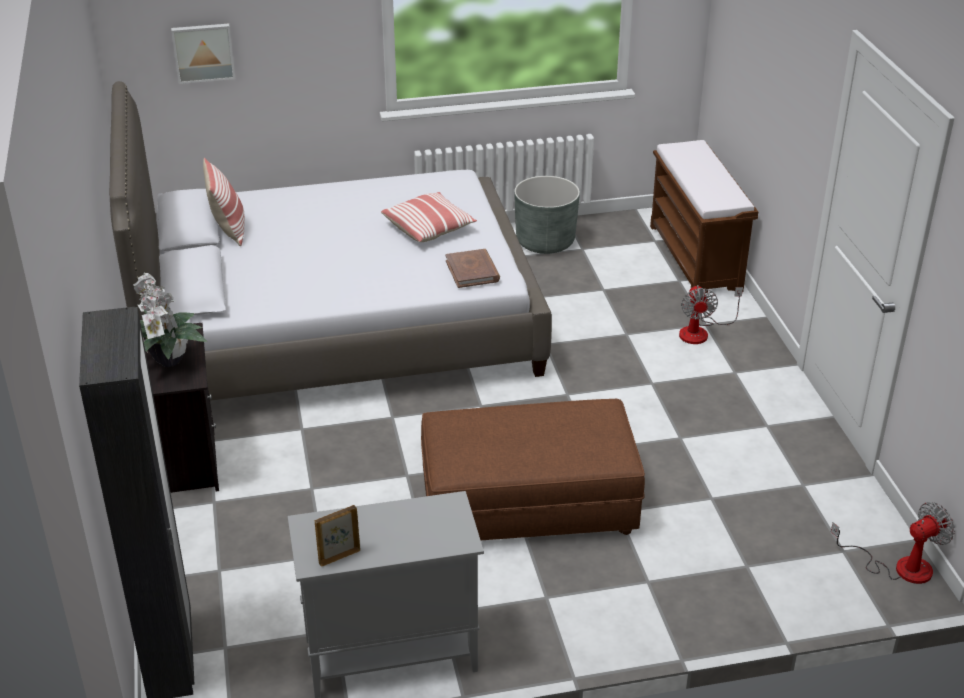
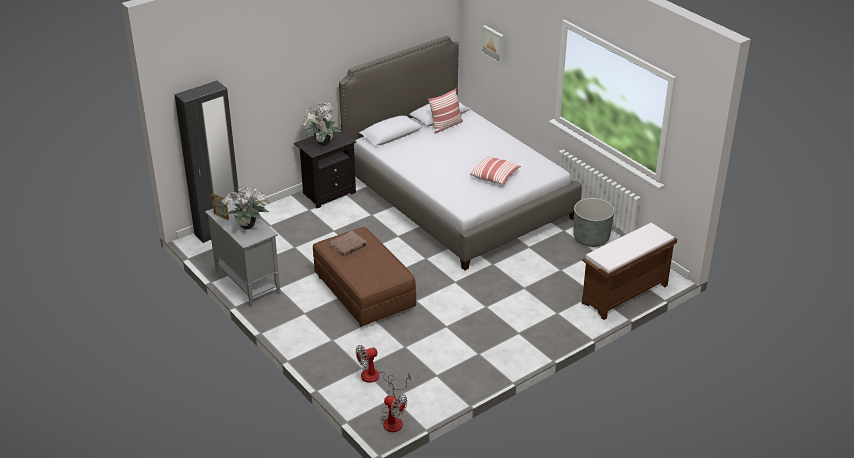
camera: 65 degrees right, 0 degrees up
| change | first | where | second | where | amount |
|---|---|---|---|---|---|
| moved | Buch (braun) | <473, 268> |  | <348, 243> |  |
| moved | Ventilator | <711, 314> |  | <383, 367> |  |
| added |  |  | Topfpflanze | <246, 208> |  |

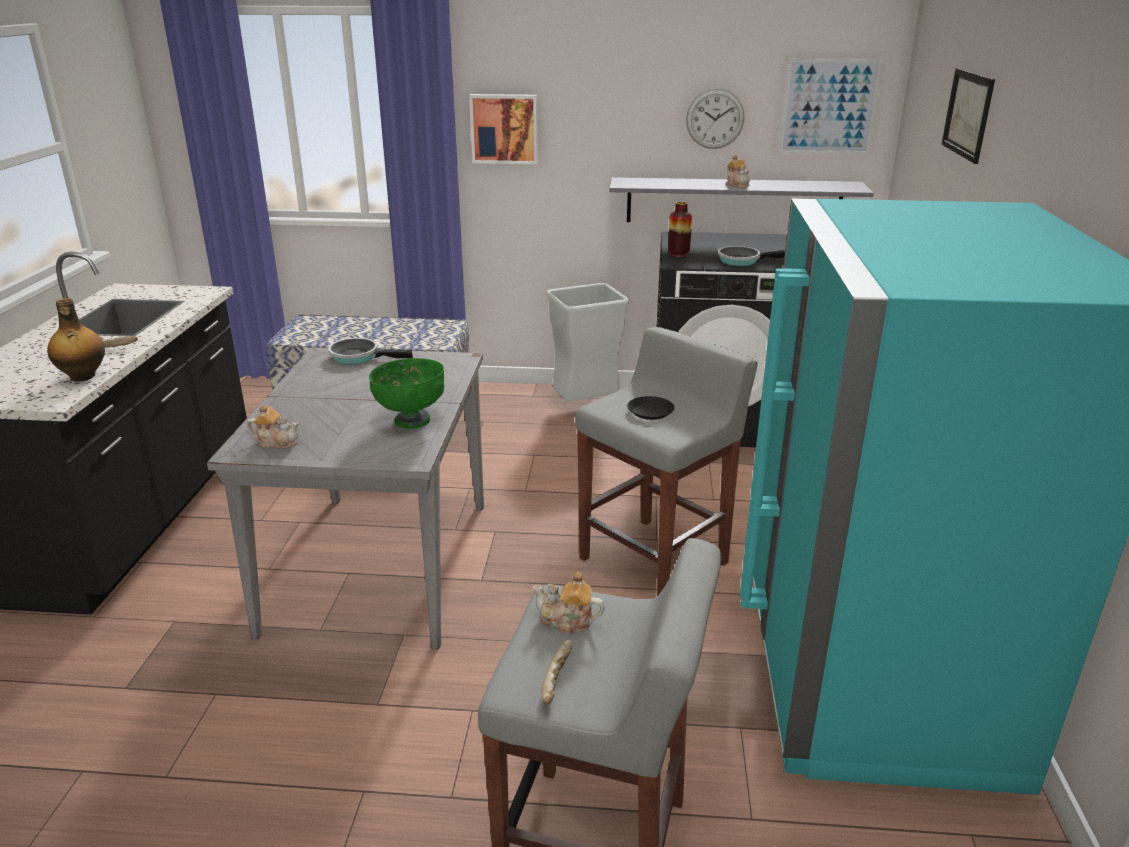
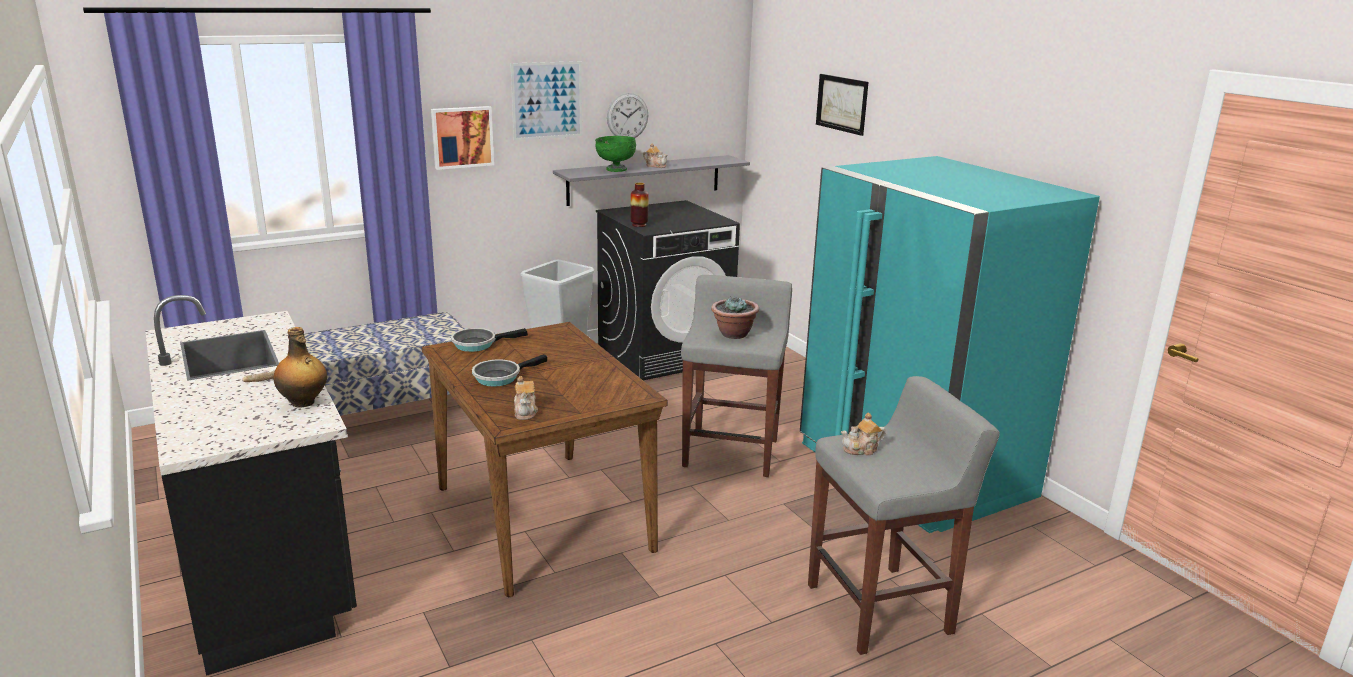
camera: 35 degrees left, 5 degrees down
| change | first | where | second | where | amount |
|---|---|---|---|---|---|
| recoloured | Esstisch (grau) | <345, 498> | Esstisch (braun) | <545, 459> |  |
| turned | Teekanne | <273, 427> |  | <526, 398> | 105 degrees clockwise |
| moved | Schüssel (grün) | <406, 393> |  | <615, 154> |  |
| removed | Brot | <557, 672> |  |  |  |
| replaced | Teller (schwarz) | <651, 408> | Topfpflanze | <735, 318> |  |
| moved | Pfanne | <751, 256> |  | <509, 370> |  |
| moved | Bild | <831, 106> |  | <546, 101> |  |

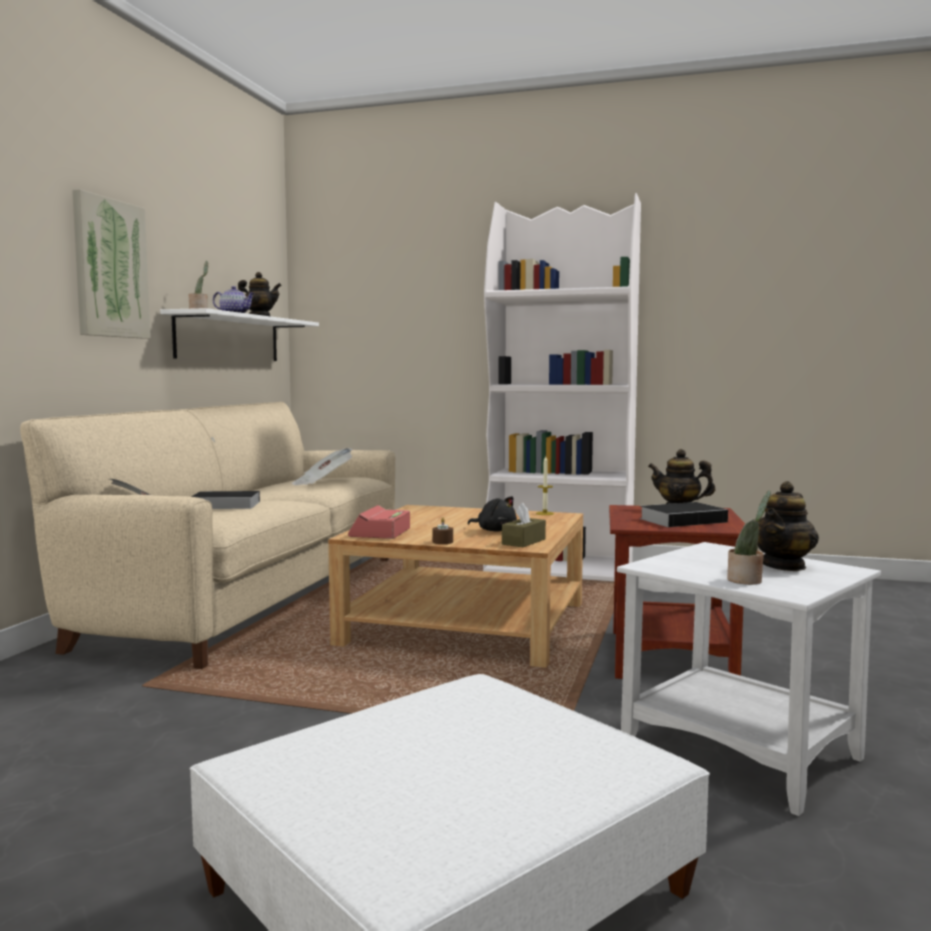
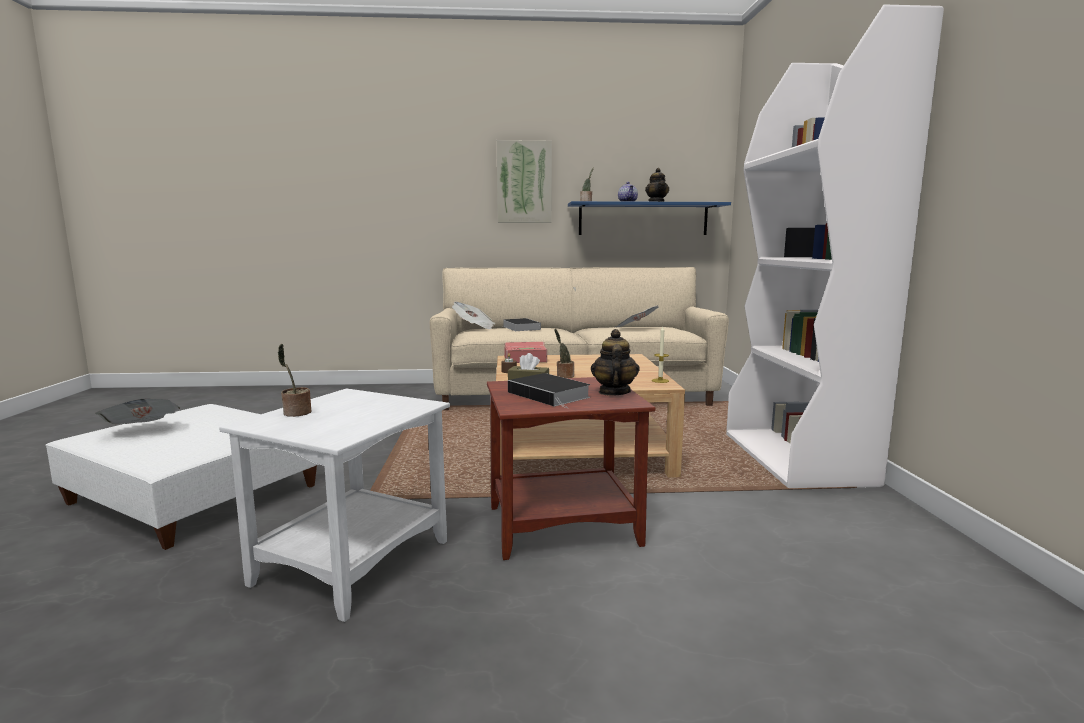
camera: 70 degrees right, 5 degrees up
| change | first | where | second | where | amount |
|---|---|---|---|---|---|
| recoloured | Wandregal (weiß) | <239, 334> | Wandregal (blau) | <649, 218> |  |
| replaced | Plüschtier (schwarz) | <492, 514> | Topfpflanze | <564, 353> |  |
| removed | Teekanne | <788, 526> |  |  |  |
| added |  |  | Zeitung | <137, 411> |  |

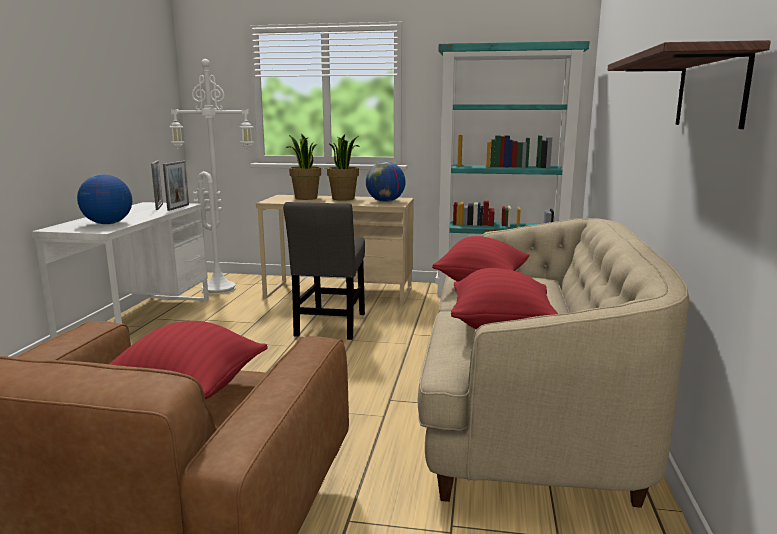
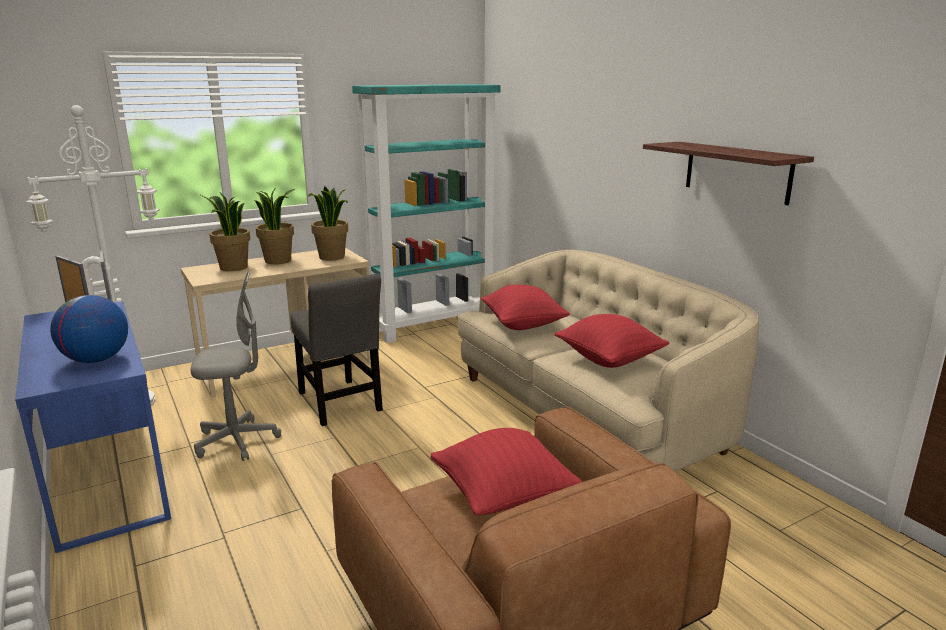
camera: 40 degrees left, 5 degrees up
| change | first | where | second | where | amount |
|---|---|---|---|---|---|
| recoloured | Schreibtisch (weiß) | <120, 270> | Schreibtisch (blau) | <93, 427> |  |
| replaced | Globus | <386, 182> | Topfpflanze | <328, 223> |  |
| added |  |  | Bürostuhl (grau) | <236, 366> |  |

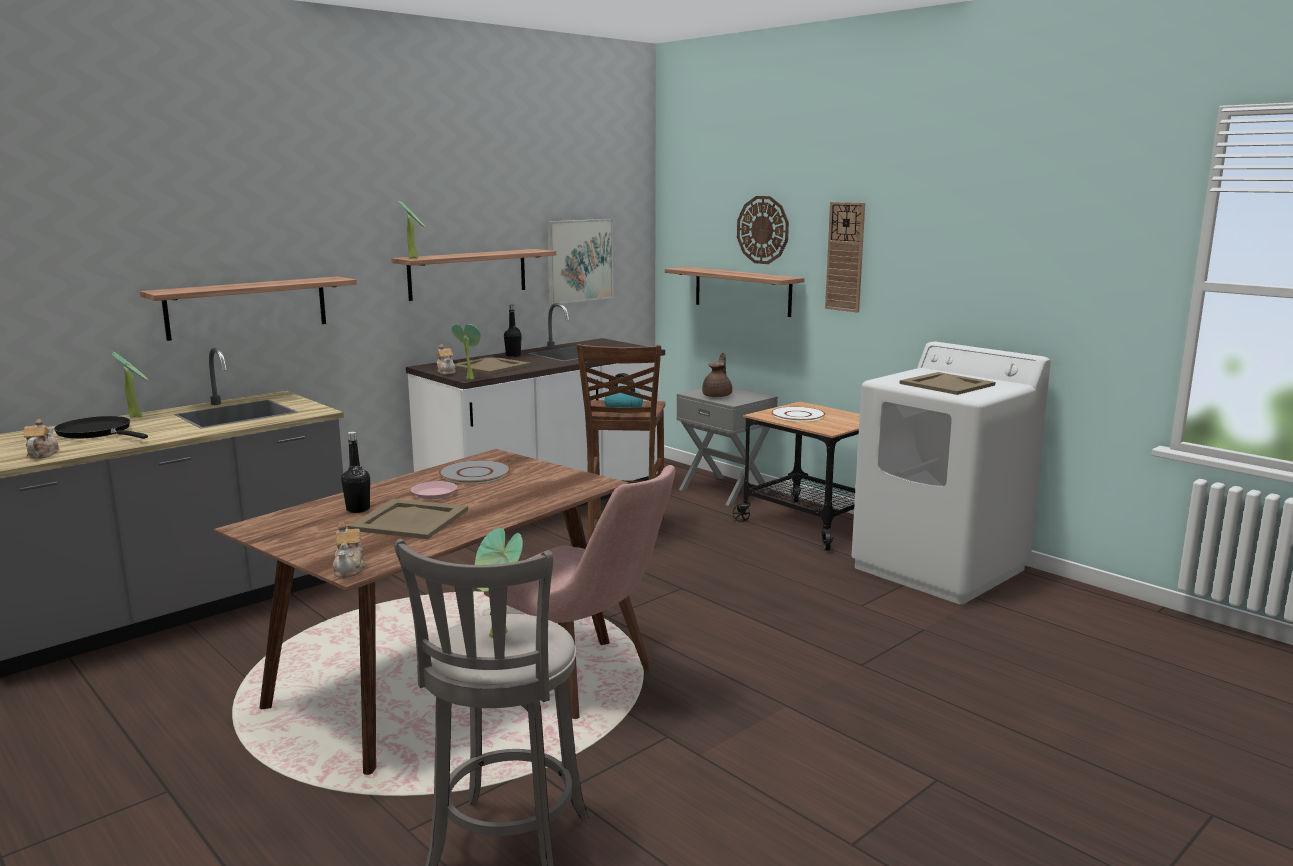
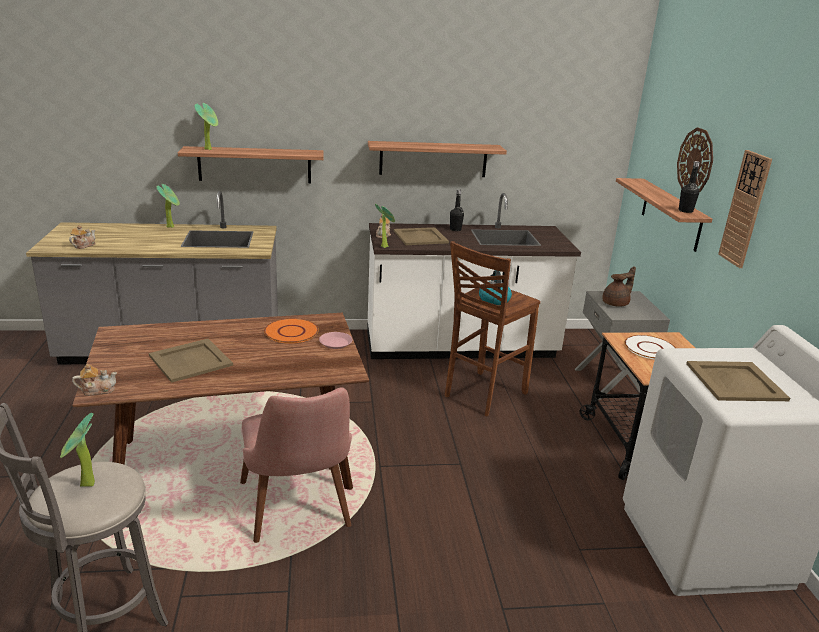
camera: 35 degrees right, 10 degrees up
| change | first | where | second | where | amount |
|---|---|---|---|---|---|
| removed | Pfanne (schwarz) | <101, 427> |  |  |  |
| turned | Teekanne | <349, 550> |  | <94, 380> | 135 degrees counterclockwise |
| moved | Flasche (schwarz) | <355, 472> |  | <689, 187> |  |
| moved | Topfpflanze | <412, 229> |  | <206, 126> |  |
| moved | Teller (rosa) | <434, 490> |  | <335, 340> |  |
| recoloured | Teller (grau) | <475, 472> | Teller (orange) | <291, 331> |  |
| removed | Bild | <580, 262> |  |  |  |

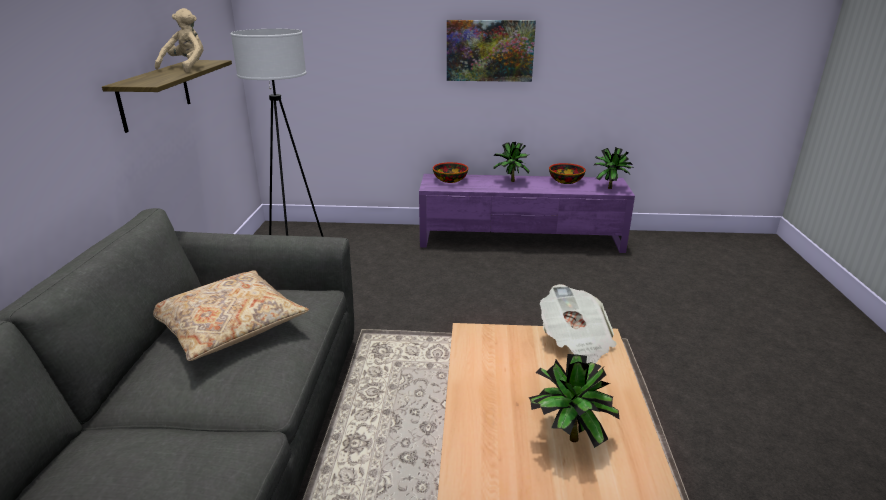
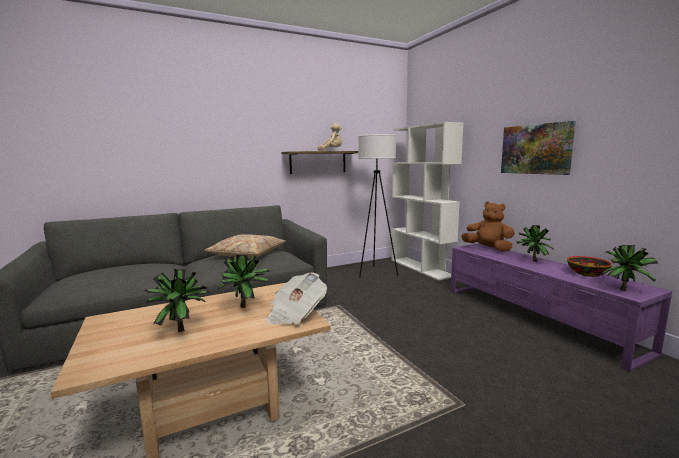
camera: 60 degrees right, 15 degrees down
| change | first | where | second | where | amount |
|---|---|---|---|---|---|
| replaced | Schüssel | <450, 172> | Plüschtier (braun) | <488, 227> |  |
| added |  |  | Topfpflanze | <243, 281> |  |
| added |  |  | Bücherregal (weiß) | <427, 201> |  |

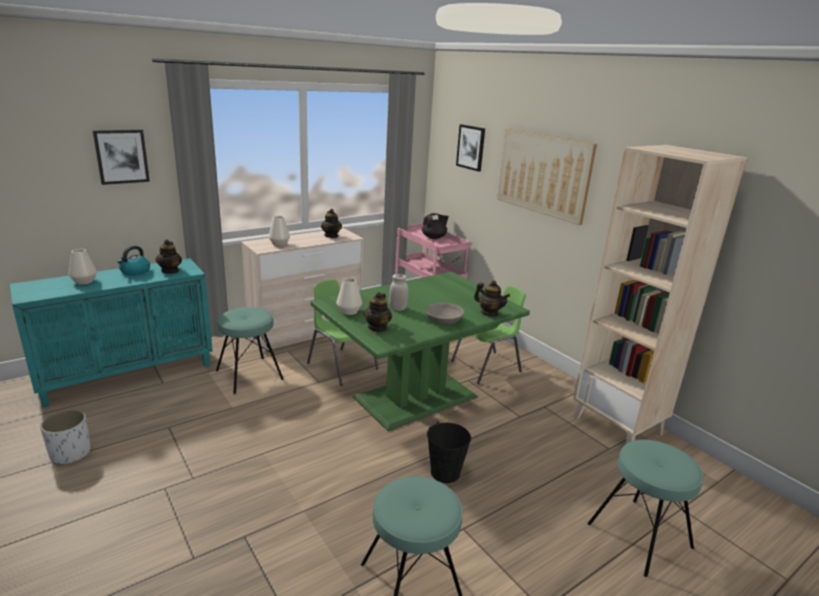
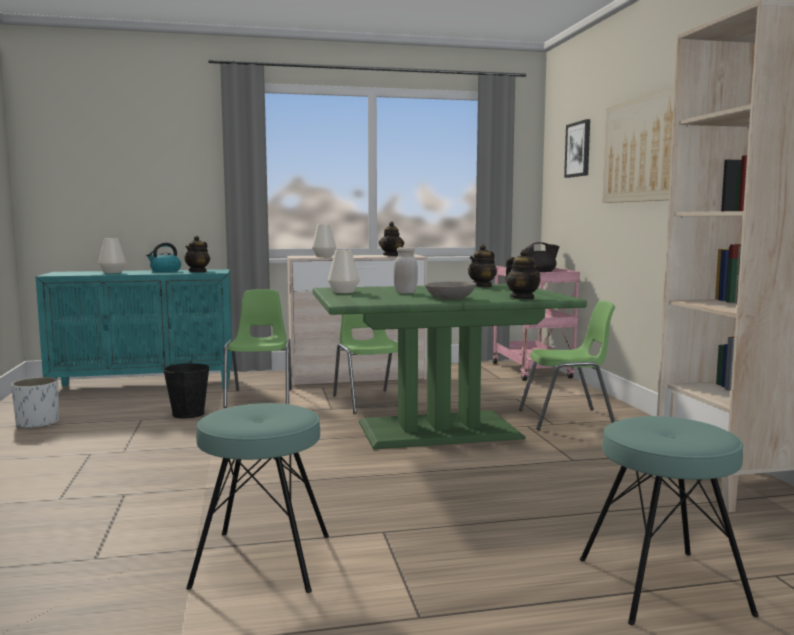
camera: 25 degrees right, 15 degrees down
| change | first | where | second | where | amount |
|---|---|---|---|---|---|
| removed | Bild | <121, 157> |  |  |  |
| replaced | Hocker (türkis) | <249, 350> | Stuhl (grün) | <257, 348> |  |
| moved | Teekanne | <378, 312> |  | <482, 265> |  |
| moved | Eimer (schwarz) | <449, 452> |  | <186, 390> |  |

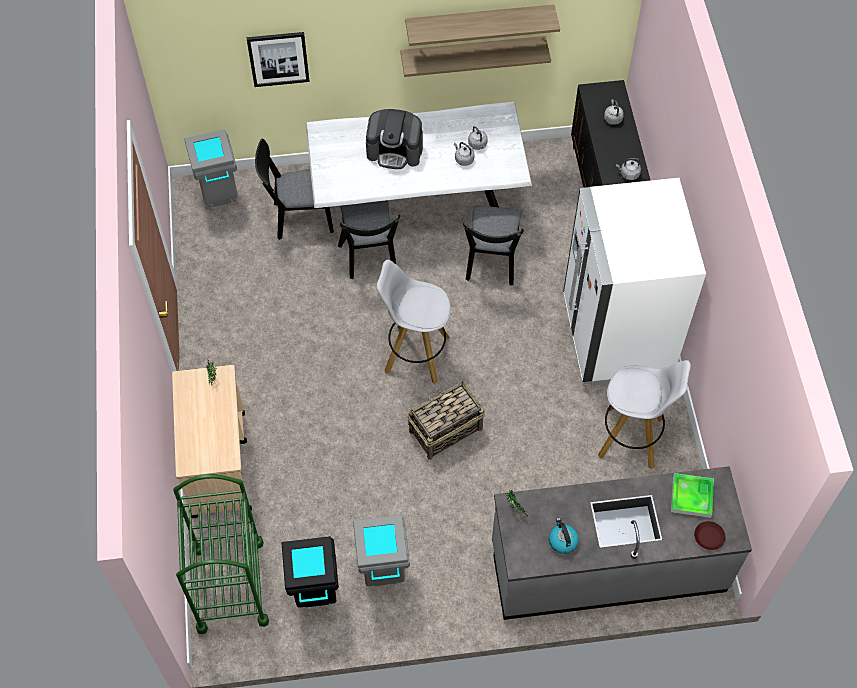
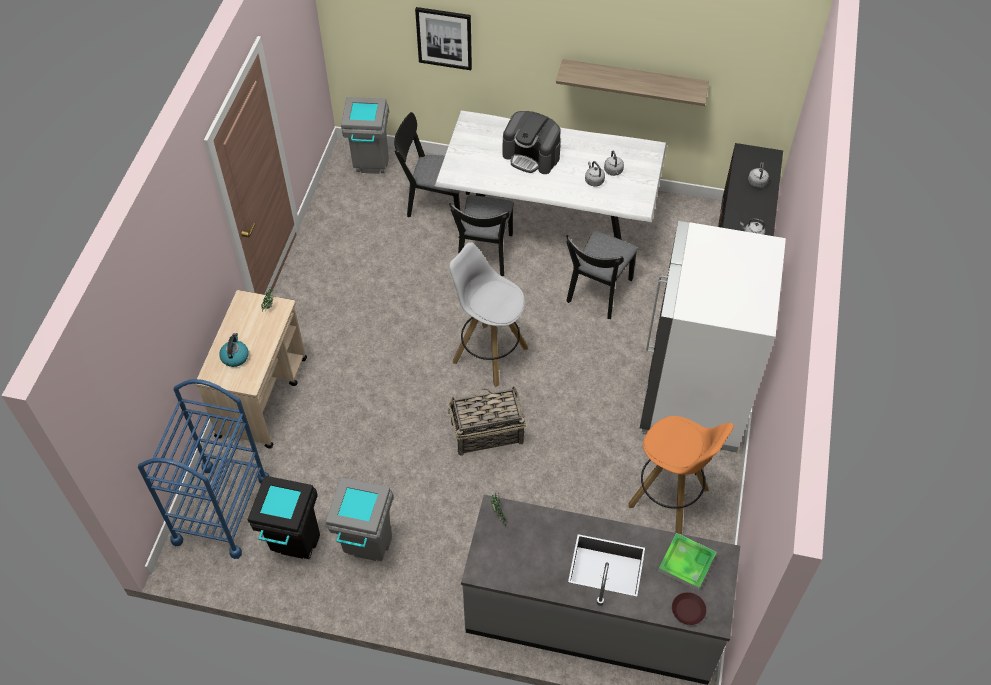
camera: 20 degrees right, 5 degrees down
| change | first | where | second | where | amount |
|---|---|---|---|---|---|
| recoloured | Rollwagen (grün) | <221, 554> | Rollwagen (blau) | <203, 469> |  |
| removed | Wandregal | <482, 25> |  |  |  |
| moved | Wasserkessel | <564, 536> |  | <234, 350> |  |
| recoloured | Hocker (weiß) | <644, 415> | Hocker (orange) | <681, 475> |  |

